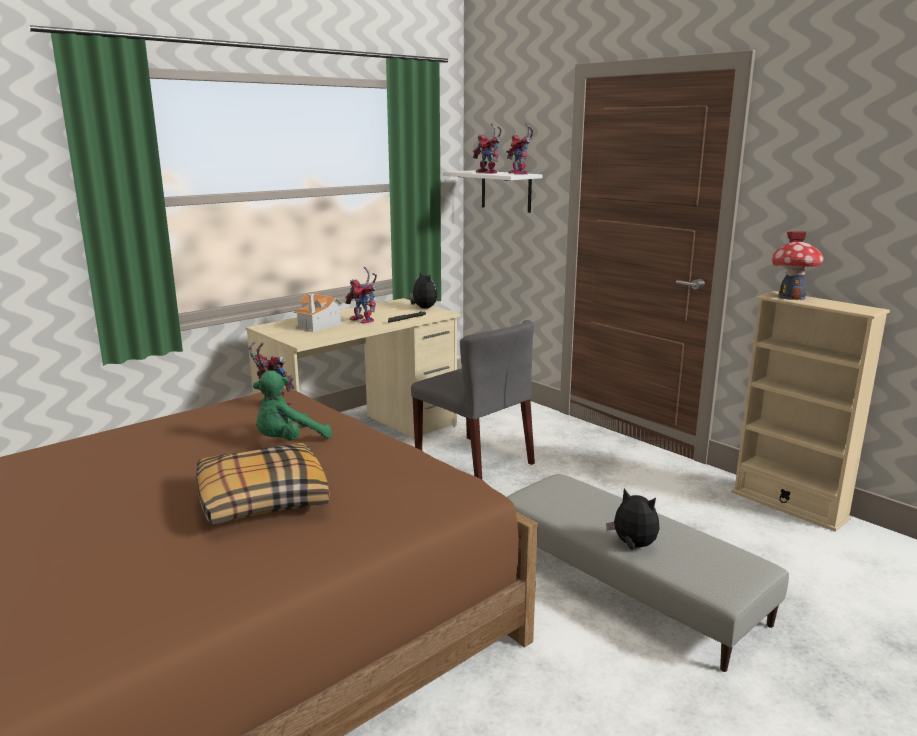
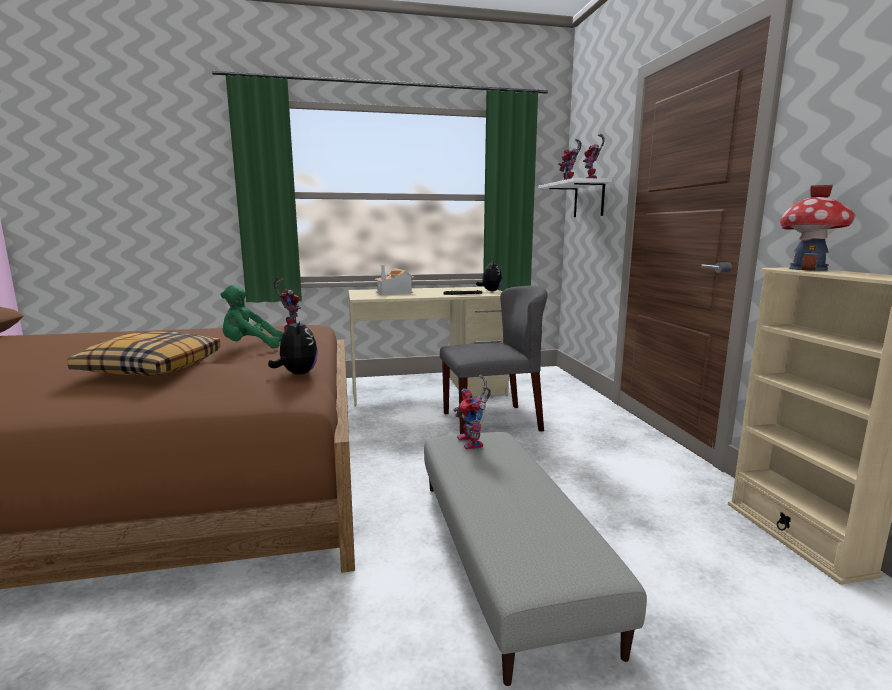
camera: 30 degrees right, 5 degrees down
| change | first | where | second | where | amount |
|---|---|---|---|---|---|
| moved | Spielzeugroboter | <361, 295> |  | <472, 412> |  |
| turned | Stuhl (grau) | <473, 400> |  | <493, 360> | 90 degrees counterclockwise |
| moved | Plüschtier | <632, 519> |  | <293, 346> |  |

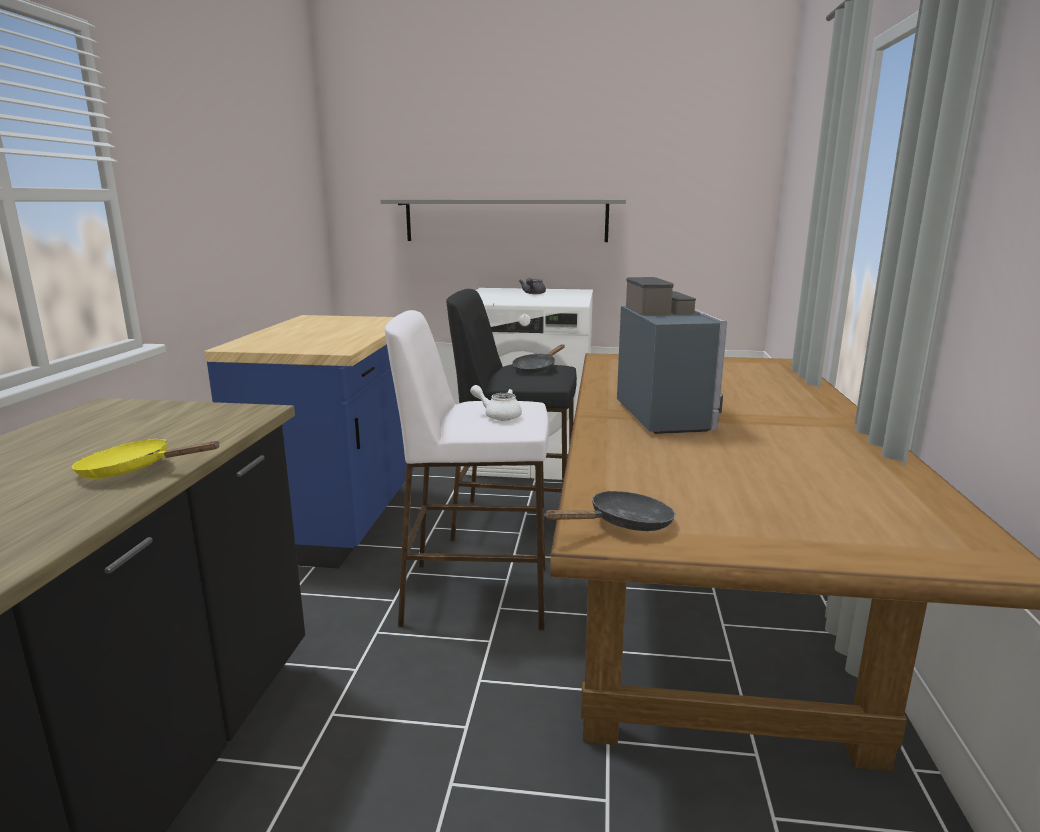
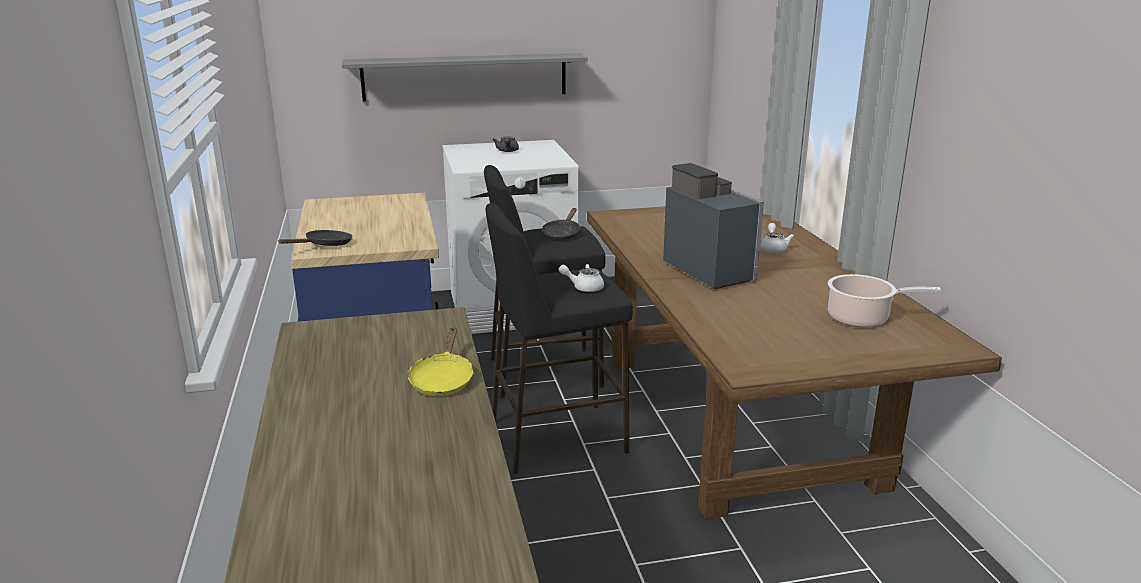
camera: 20 degrees left, 5 degrees up
| change | first | where | second | where | amount |
|---|---|---|---|---|---|
| turned | Pfanne (gelb) | <146, 459> |  | <440, 361> | 75 degrees counterclockwise |
| recoloured | Hocker (weiß) | <467, 470> | Hocker (schwarz) | <559, 339> |  |
| moved | Pfanne (schwarz) | <609, 511> |  | <315, 238> |  |
| added |  |  | Teekanne (weiß) | <777, 238> |  |
| added |  |  | Kochtopf | <884, 300> |  |

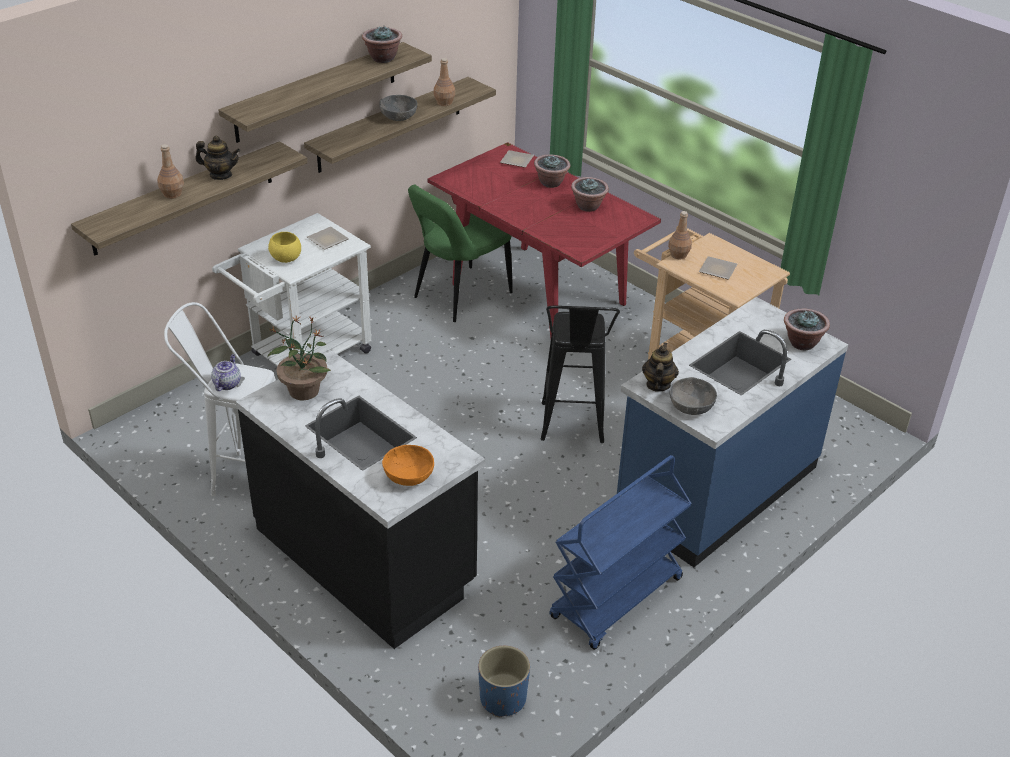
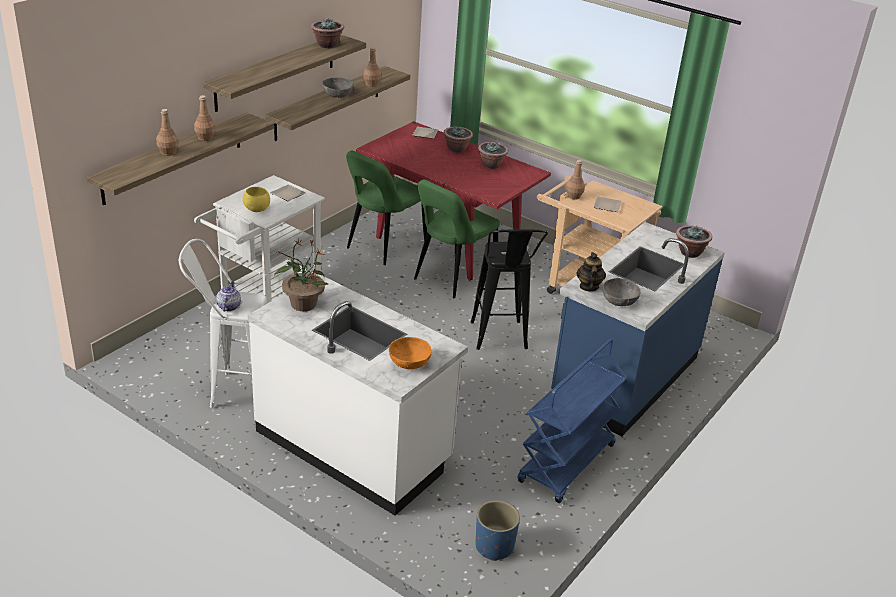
camera: 10 degrees left, 5 degrees down
| change | first | where | second | where | amount |
|---|---|---|---|---|---|
| replaced | Teekanne | <217, 158> | Flasche (braun) | <205, 118> |  |
| recoloured | Küchenzeile (schwarz) | <360, 500> | Küchenzeile (weiß) | <358, 394> |  |
| added |  |  | Stuhl (grün) | <457, 238> |  |

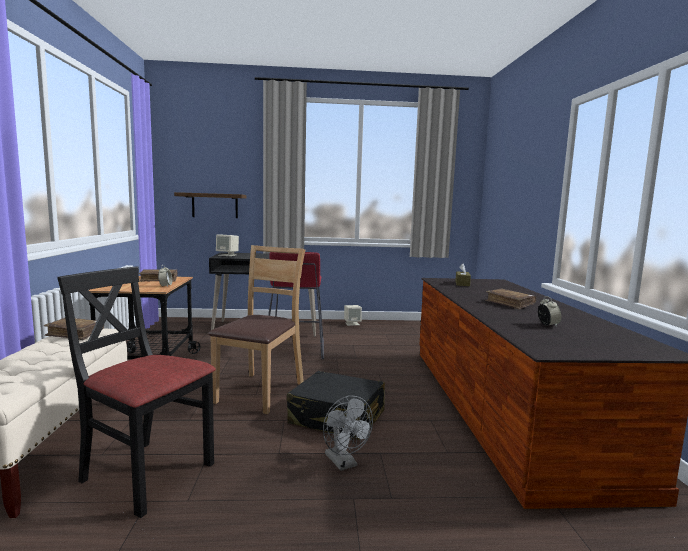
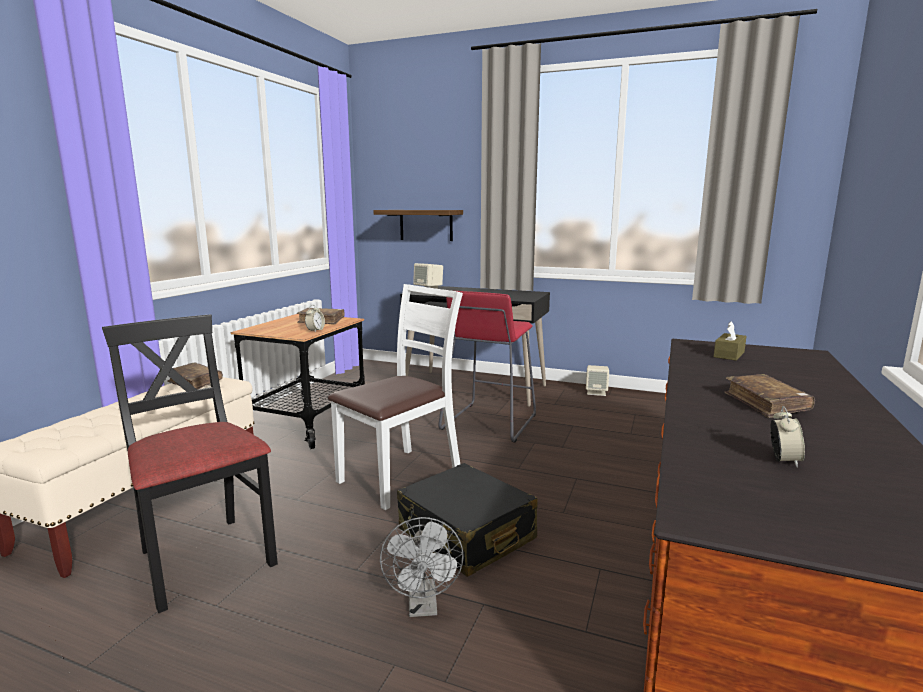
camera: 25 degrees right, 5 degrees up
| change | first | where | second | where | amount |
|---|---|---|---|---|---|
| recoloured | Stuhl (braun) | <256, 329> | Stuhl (weiß) | <395, 397> |  |

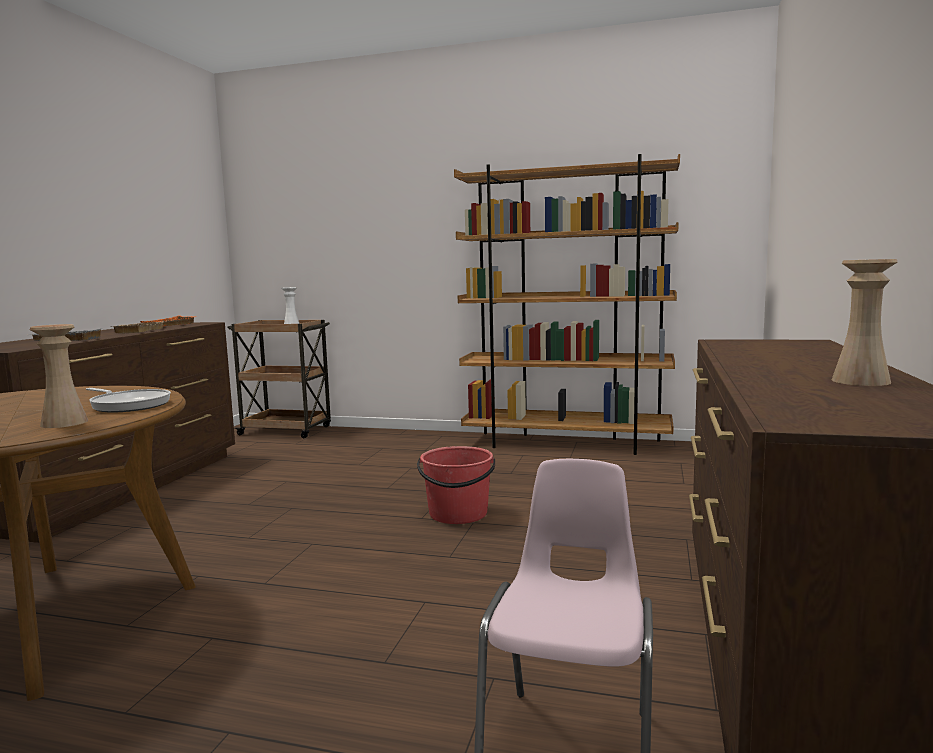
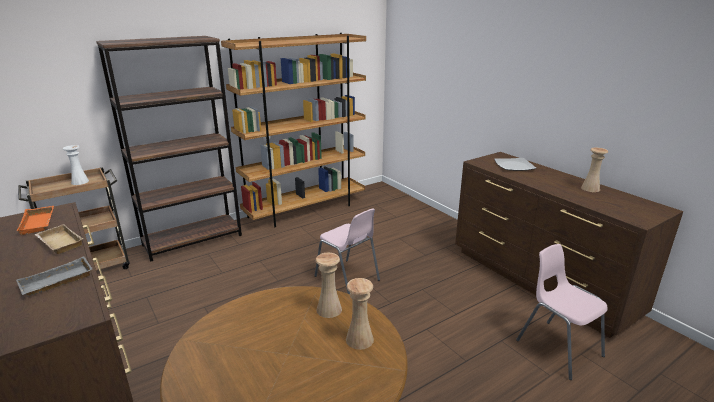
camera: 50 degrees left, 15 degrees up
| change | first | where | second | where | amount |
|---|---|---|---|---|---|
| replaced | Pfanne | <128, 400> | Vase (beige) | <329, 285> |  |
| replaced | Eimer (rot) | <456, 485> | Stuhl (rosa) | <347, 251> |  |
| added |  |  | Bücherregal (braun) | <169, 149> |  |
| added |  |  | Teller | <515, 164> |  |

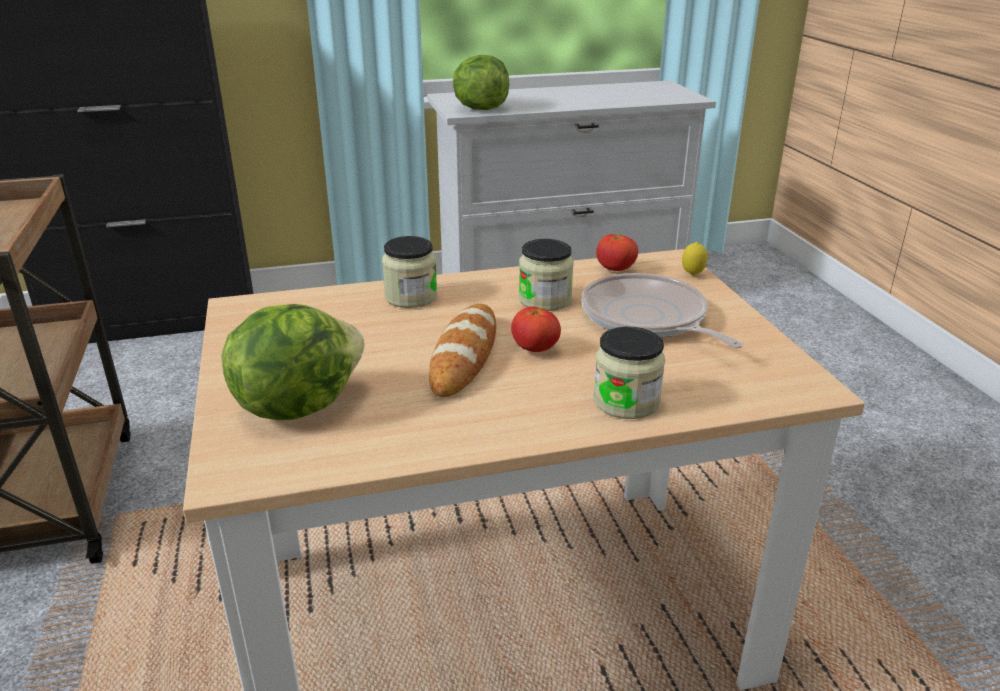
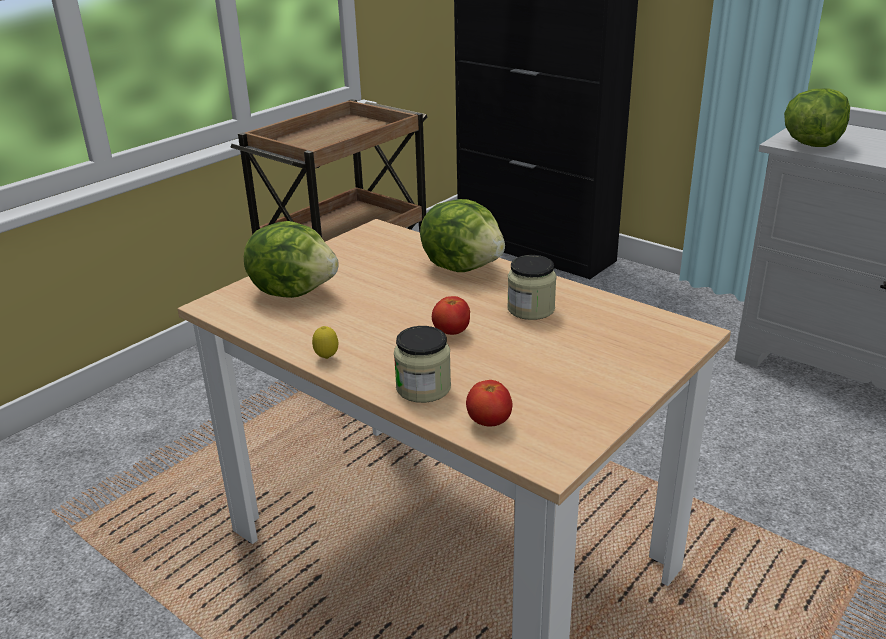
camera: 55 degrees right, 0 degrees up
| change | first | where | second | where | amount |
|---|---|---|---|---|---|
| replaced | Vorratsglas | <410, 272> | Salatkopf | <462, 235> |  |
| removed | Brot | <462, 350> |  |  |  |
| removed | Pfanne | <662, 310> |  |  |  |
| moved | Tomate | <617, 252> |  | <489, 403> |  |
| moved | Zitrone | <695, 259> |  | <325, 342> |  |

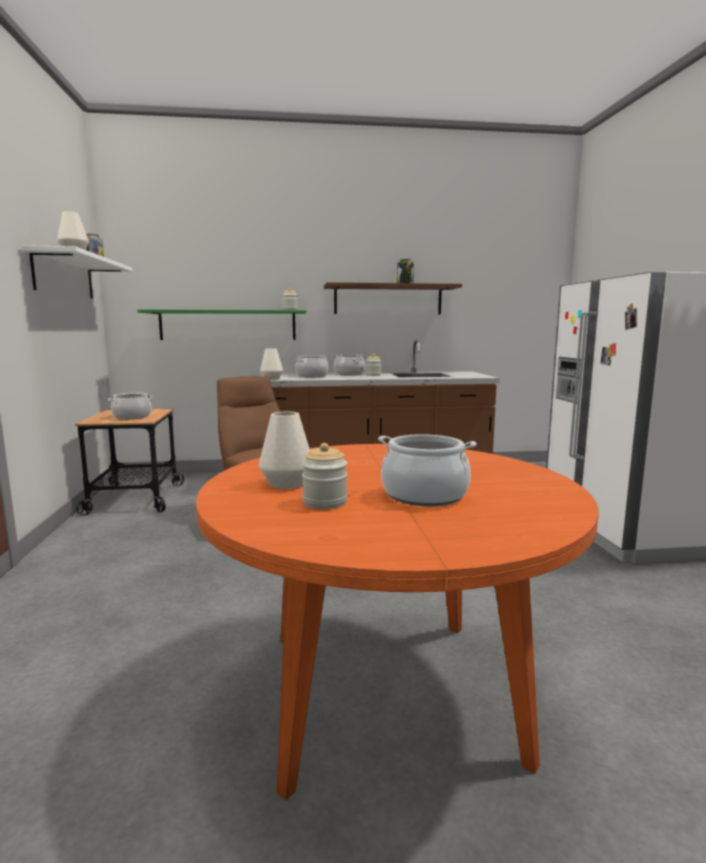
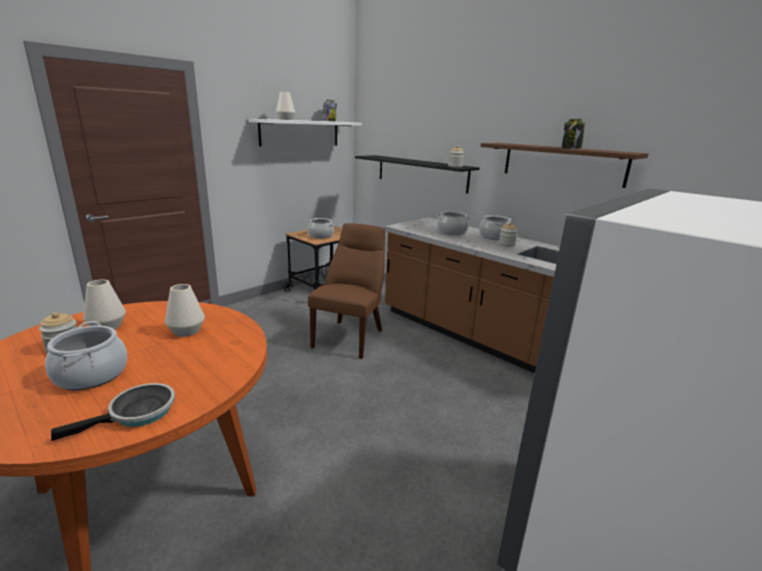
camera: 50 degrees right, 10 degrees up
| change | first | where | second | where | amount |
|---|---|---|---|---|---|
| recoloured | Wandregal (grün) | <222, 324> | Wandregal (schwarz) | <417, 174> |  |
| moved | Vase (weiß) | <271, 364> |  | <185, 310> |  |
| added |  |  | Pfanne | <113, 412> |  |

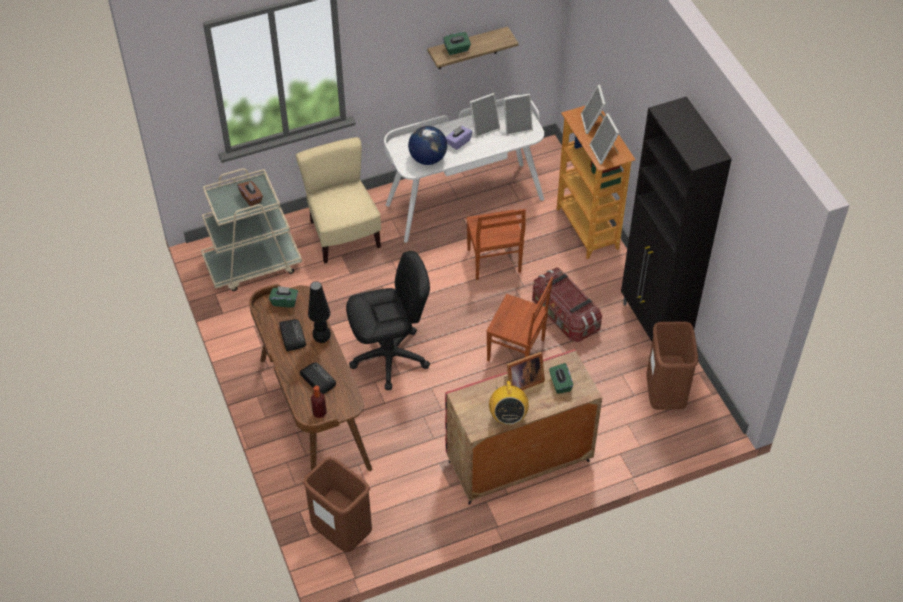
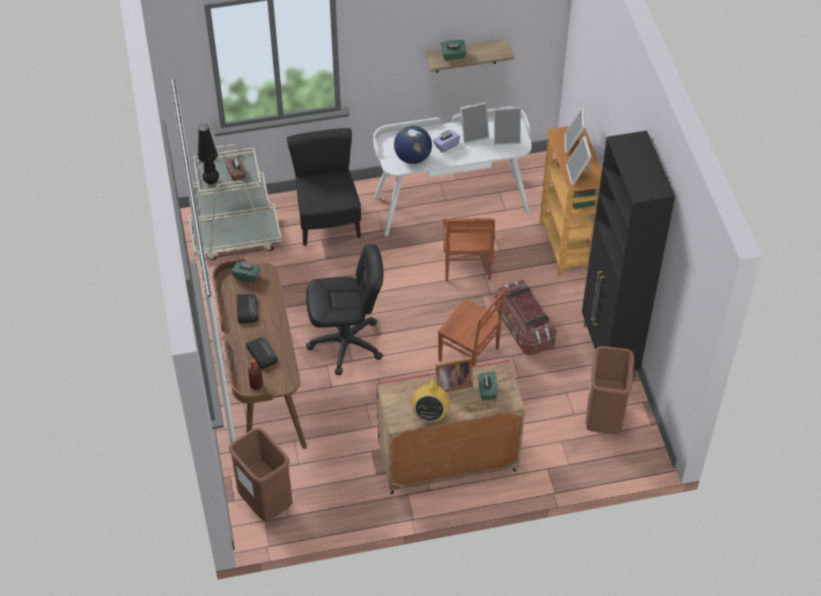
camera: 10 degrees right, 0 degrees up
| change | first | where | second | where | amount |
|---|---|---|---|---|---|
| recoloured | Stuhl (beige) | <338, 200> | Stuhl (schwarz) | <324, 187> |  |
| moved | Tischlampe (schwarz) | <319, 312> |  | <208, 154> |  |

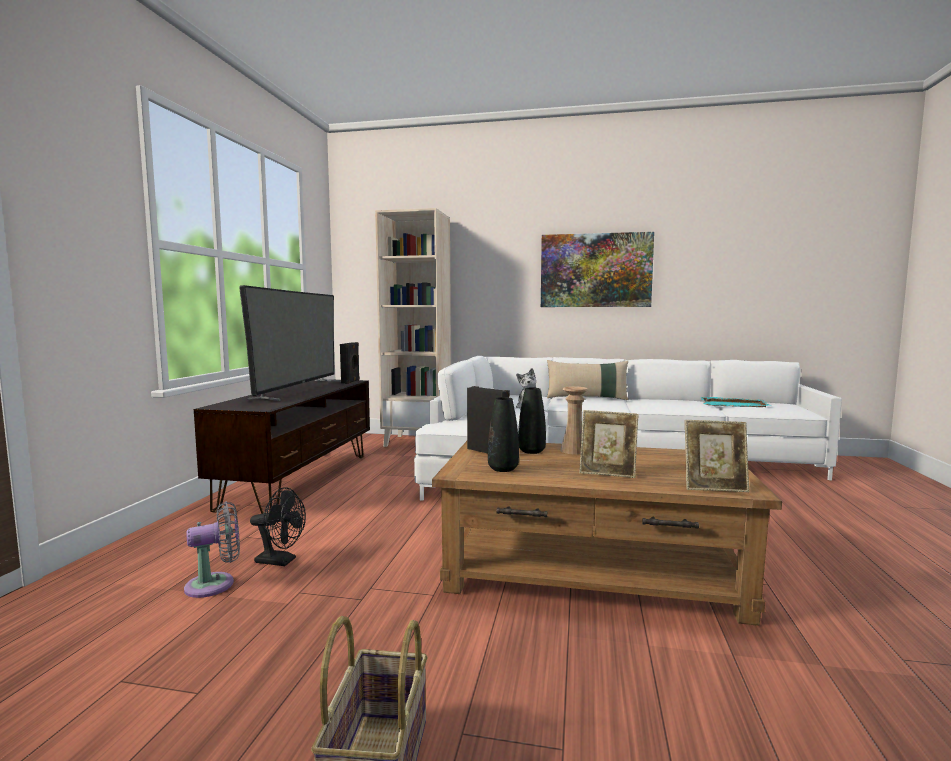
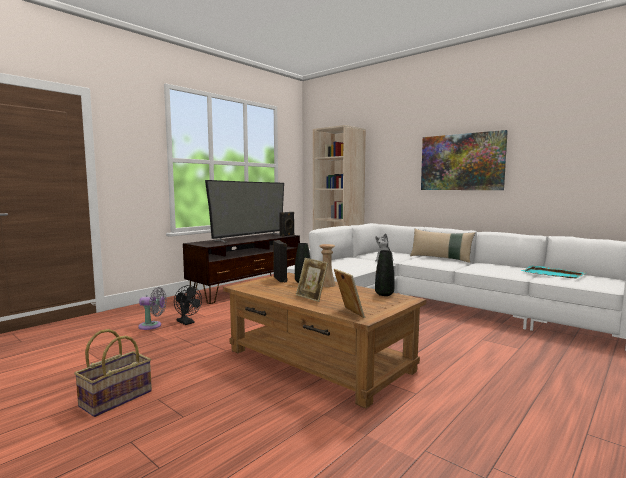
camera: 30 degrees right, 0 degrees up
| change | first | where | second | where | amount |
|---|---|---|---|---|---|
| moved | Vase (schwarz) | <503, 434> |  | <385, 273> |  |
| turned | Bilderrahmen | <717, 456> |  | <349, 293> | 150 degrees counterclockwise |

